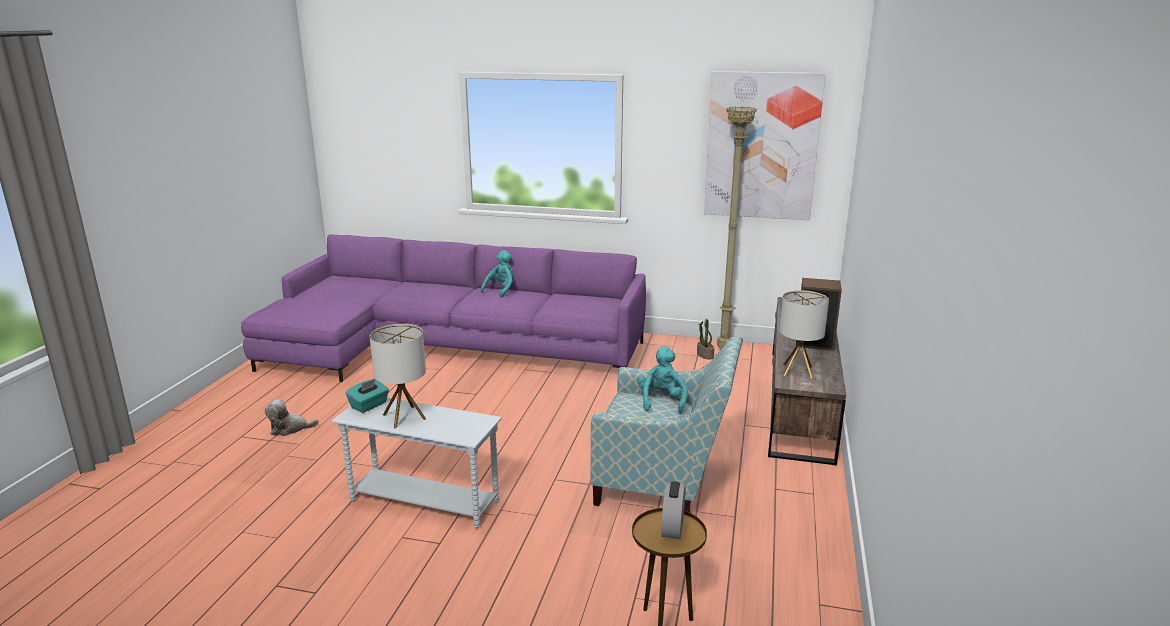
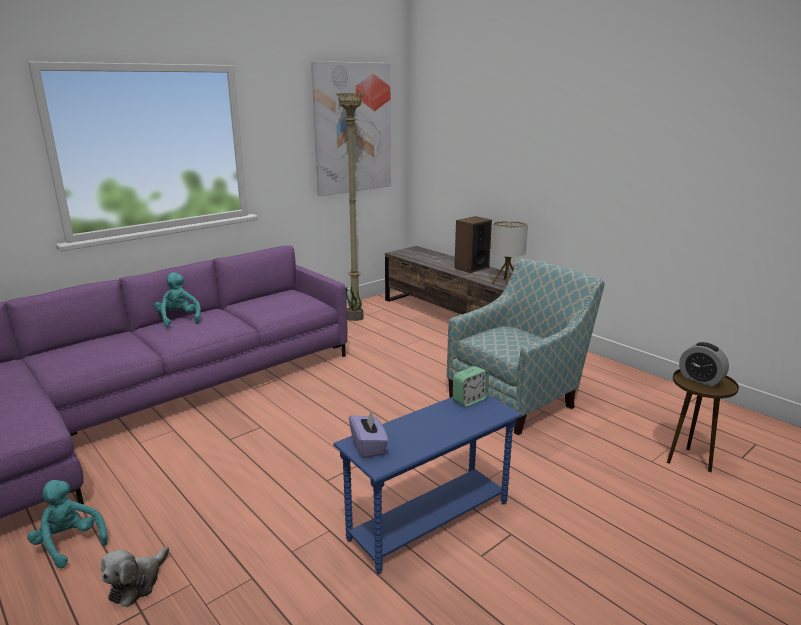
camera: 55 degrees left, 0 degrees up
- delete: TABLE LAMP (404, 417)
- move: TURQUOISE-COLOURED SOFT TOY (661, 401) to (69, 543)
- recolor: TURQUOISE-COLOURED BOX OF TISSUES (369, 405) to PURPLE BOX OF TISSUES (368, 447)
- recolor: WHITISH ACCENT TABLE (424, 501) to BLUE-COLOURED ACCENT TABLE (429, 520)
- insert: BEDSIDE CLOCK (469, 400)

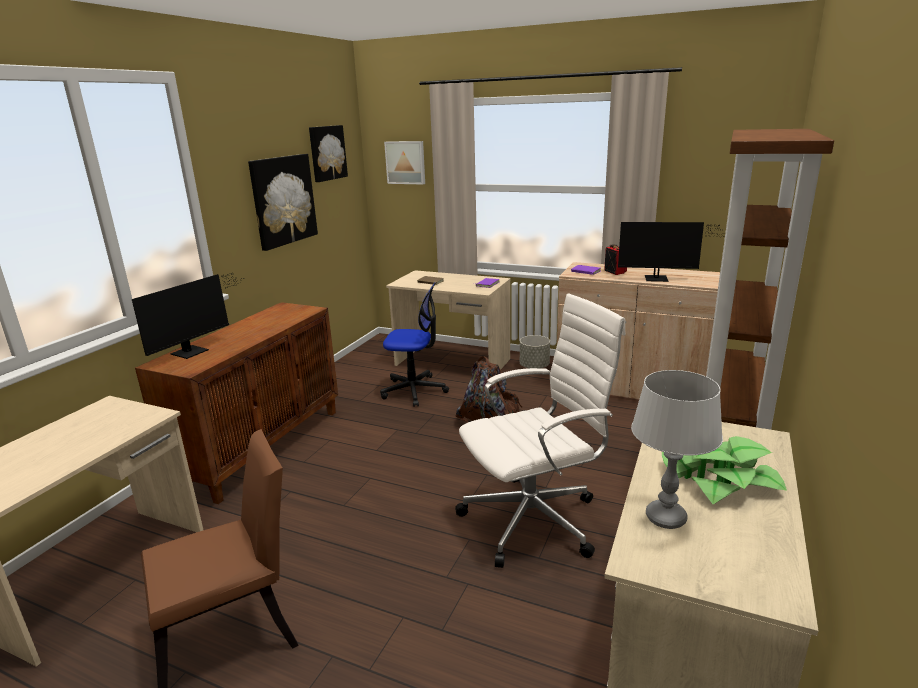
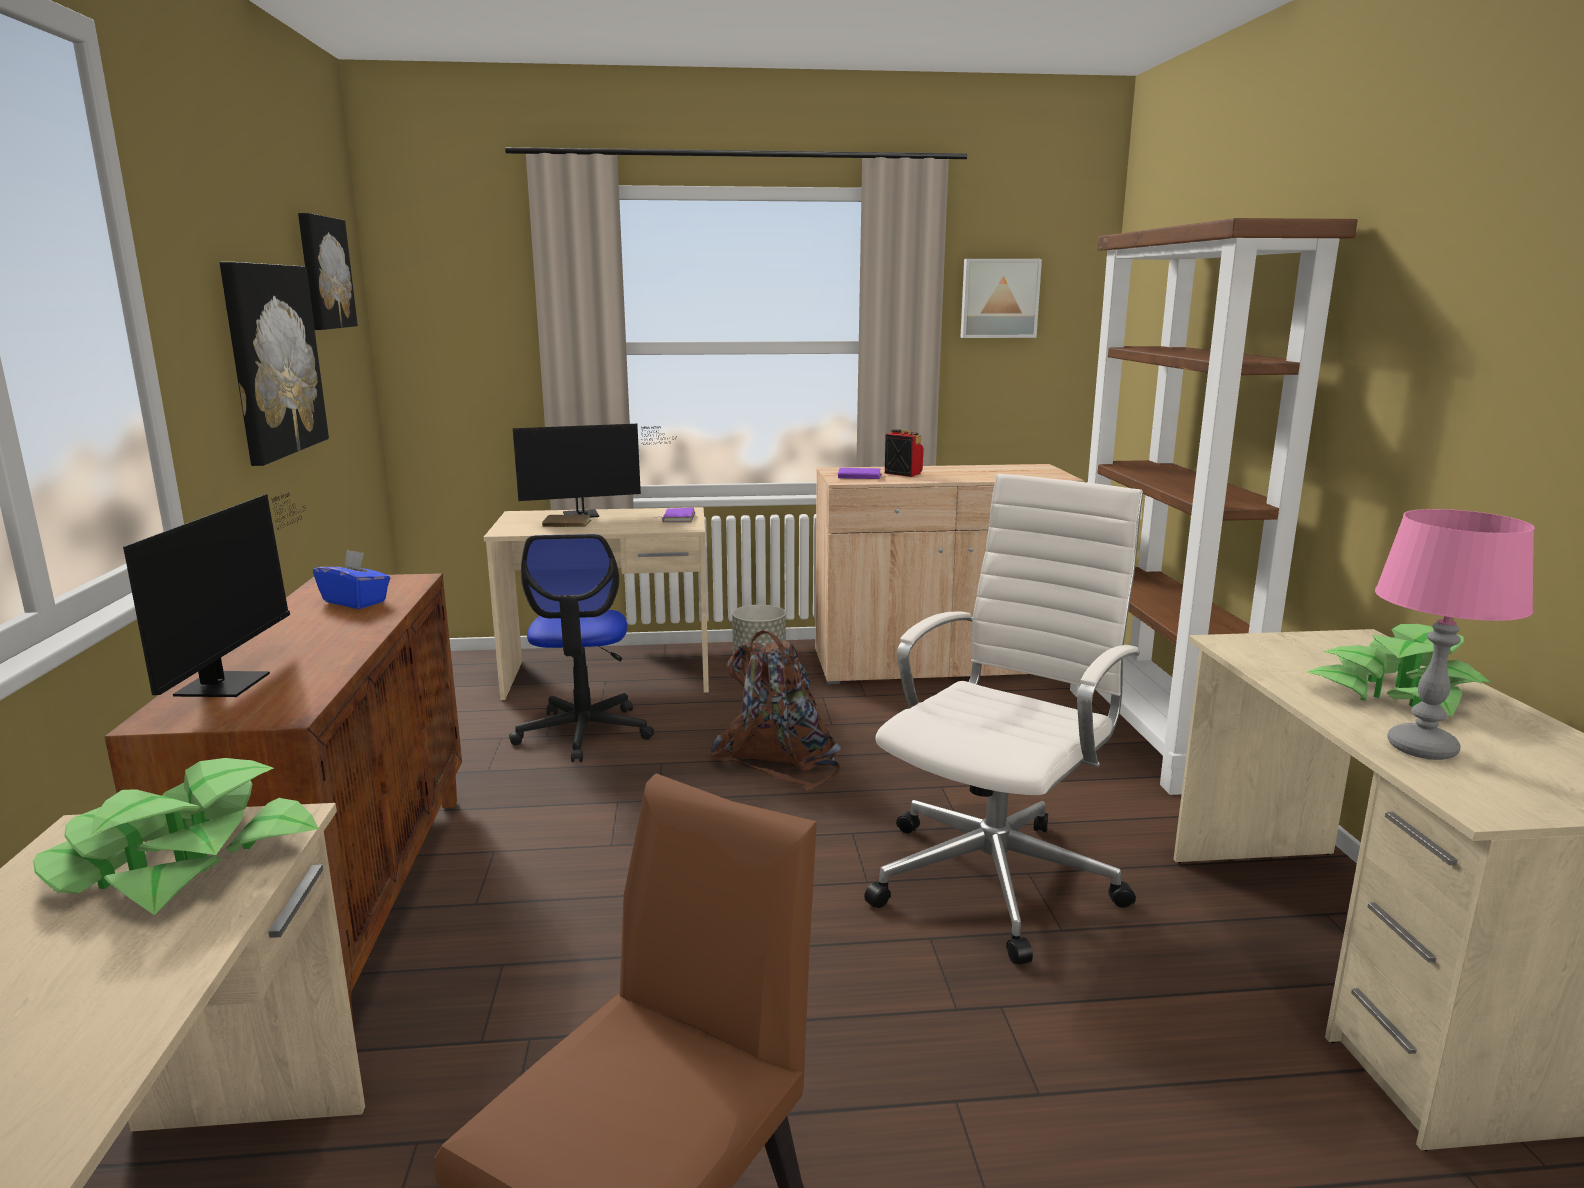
camera: 30 degrees left, 5 degrees down
- move: WALL PICTURE (406, 162) to (999, 298)
- move: COMPUTER DISPLAY (660, 279) to (587, 514)
- rotate: OFFICE CHAIR (414, 390) = (584, 733) 105 degrees clockwise
- recolor: GREY TABLE LAMP (665, 517) to PINK TABLE LAMP (1421, 748)
- insert: BLUE-COLOURED BOX OF TISSUES (355, 602)
- insert: PLANT IN A POT (182, 862)

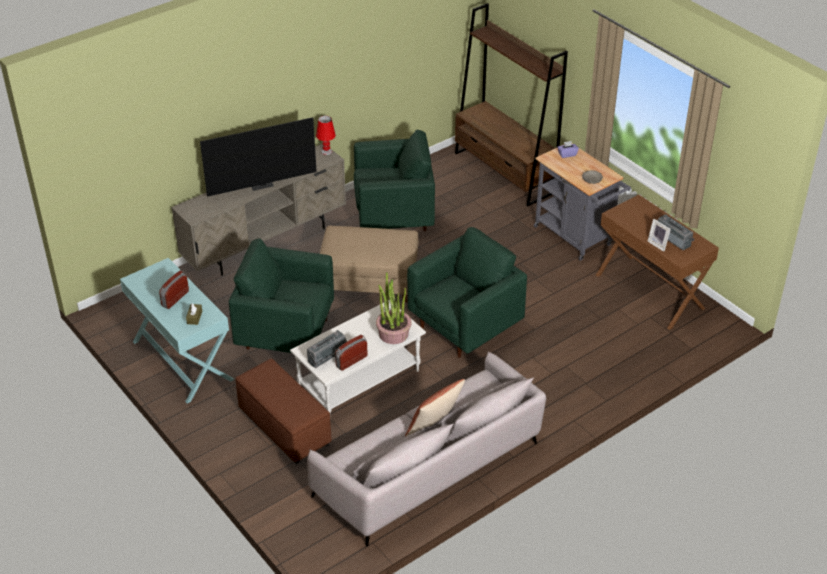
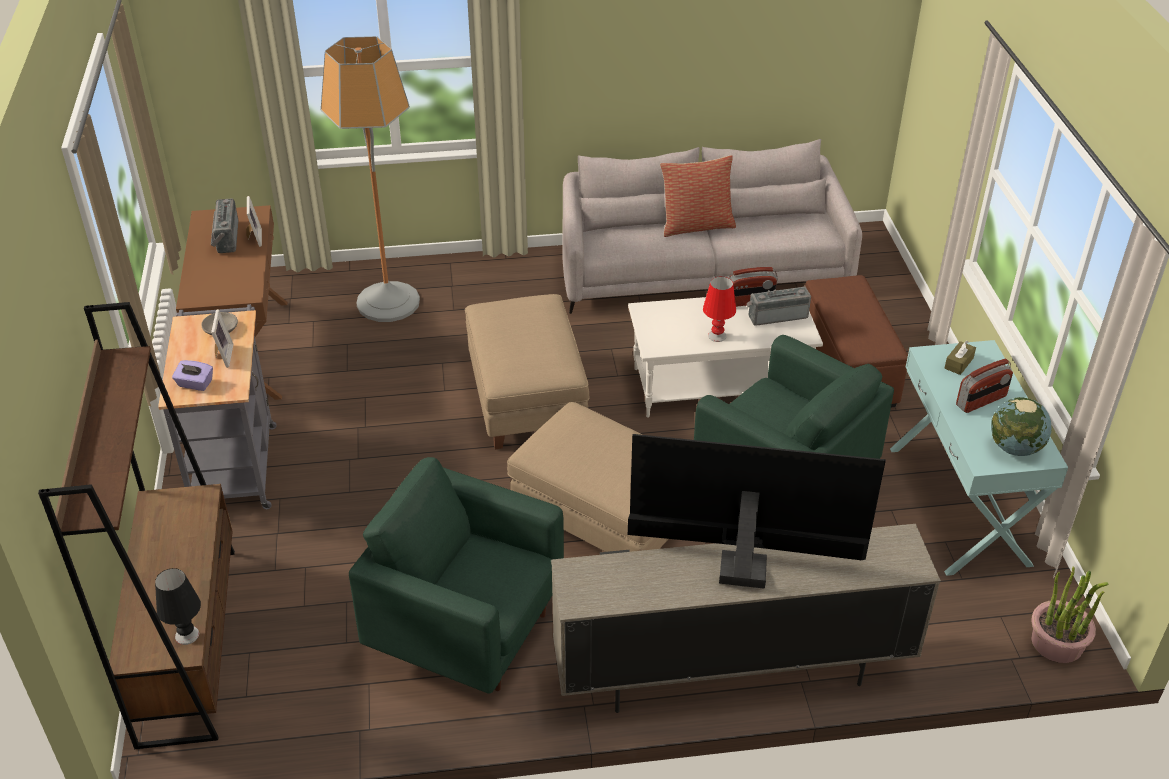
camera: 150 degrees left, 0 degrees up
- move: REDDISH TABLE LAMP (326, 151) to (717, 336)
- replace: GREENISH ARMCHAIR (465, 327) to SAND-COLOURED FOOTREST (526, 399)
- move: PLANT IN A POT (393, 333) to (1057, 643)
- insert: STANDING LAMP (388, 302)
- insert: PHOTO FRAME (222, 356)
- insert: DESK GLOBE (1015, 448)
- insert: BLACK TABLE LAMP (187, 635)

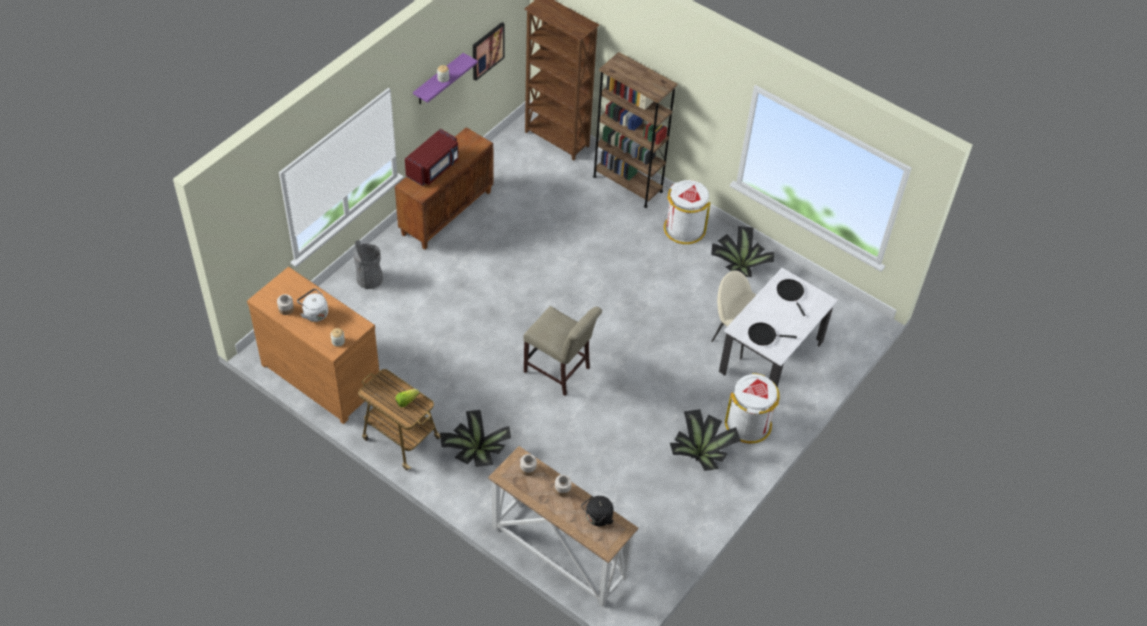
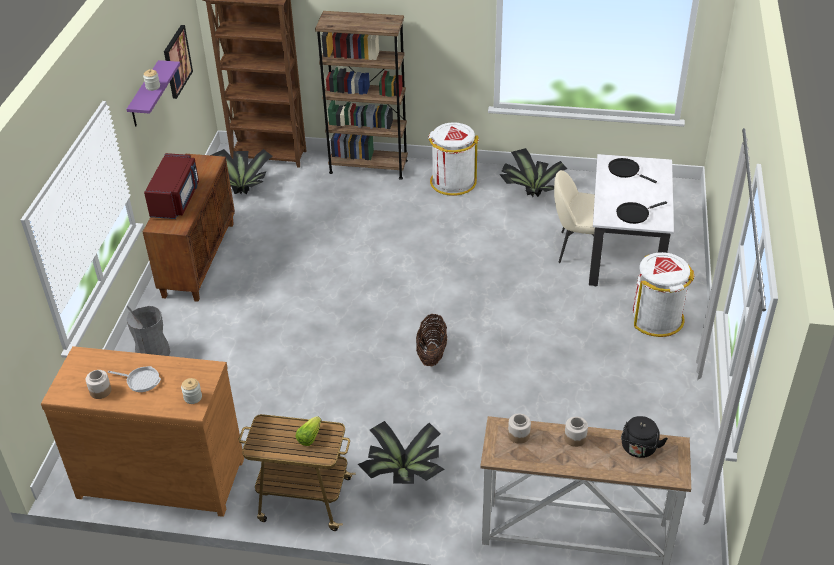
camera: 25 degrees left, 10 degrees down
- replace: WHITISH TEA KETTLE (314, 313) to PAN (141, 380)
- replace: SAND-COLOURED CHAIR (559, 372) to STORAGE BASKET (431, 353)
- move: PLANT IN A POT (701, 453) to (242, 188)

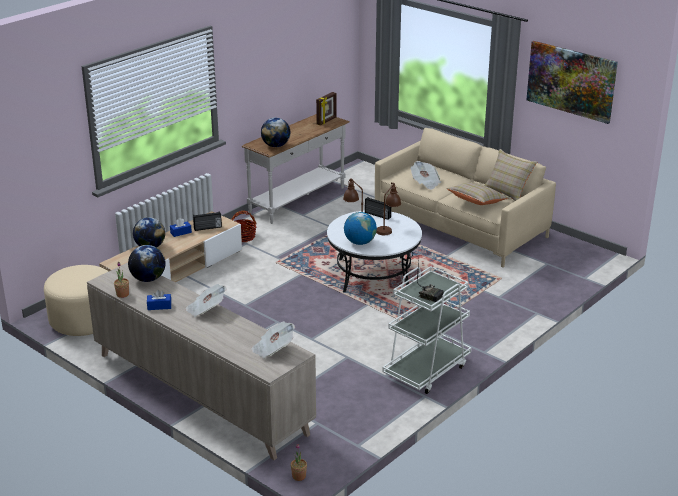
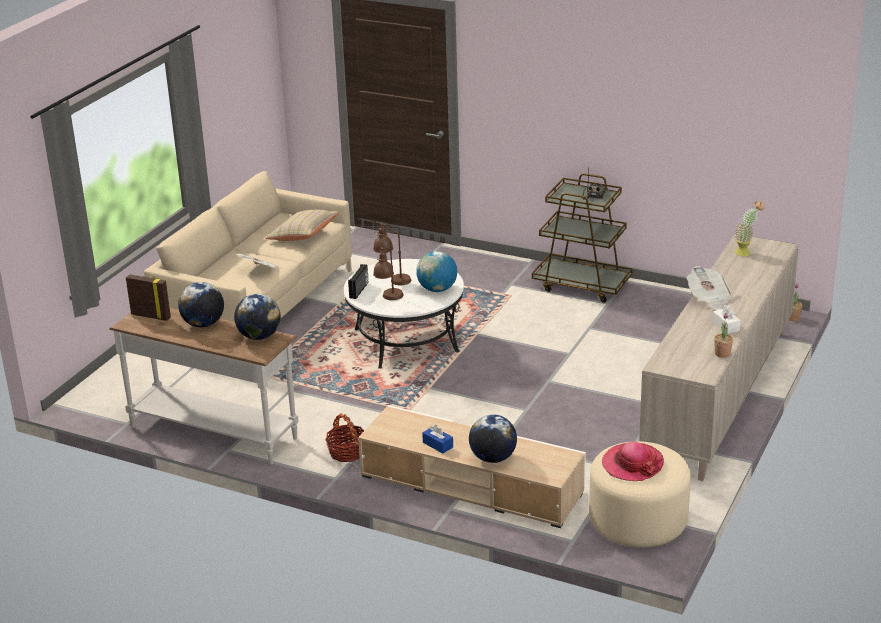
camera: 105 degrees left, 0 degrees up
- delete: WALL PICTURE (571, 81)
- delete: SAND-COLOURED CUSHION (507, 192)
- delete: RADIO RECEIVER (207, 228)
- move: DESK GLOBE (148, 279) to (203, 324)
- recolor: WHITISH TROLLEY (426, 370) to BROWN-COLOURED TROLLEY (582, 285)
- recolor: BLUE-COLOURED BOX OF TISSUES (159, 306) to WHITISH BOX OF TISSUES (726, 326)
- replace: NEWSPAPER (273, 349) to PLANT IN A POT (746, 252)
- insert: WEARABLE HAT (632, 464)

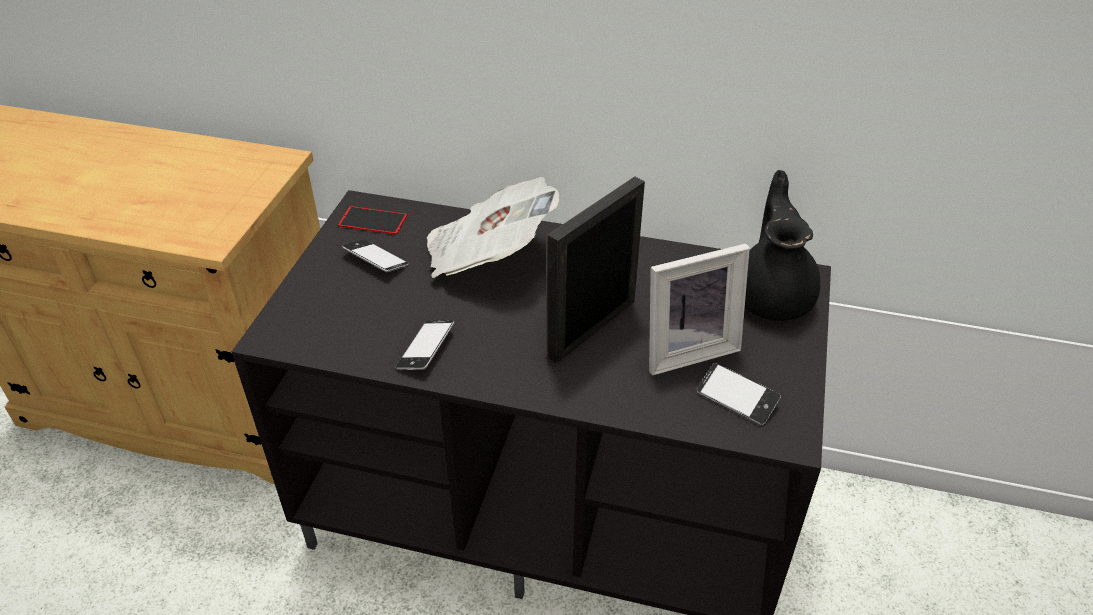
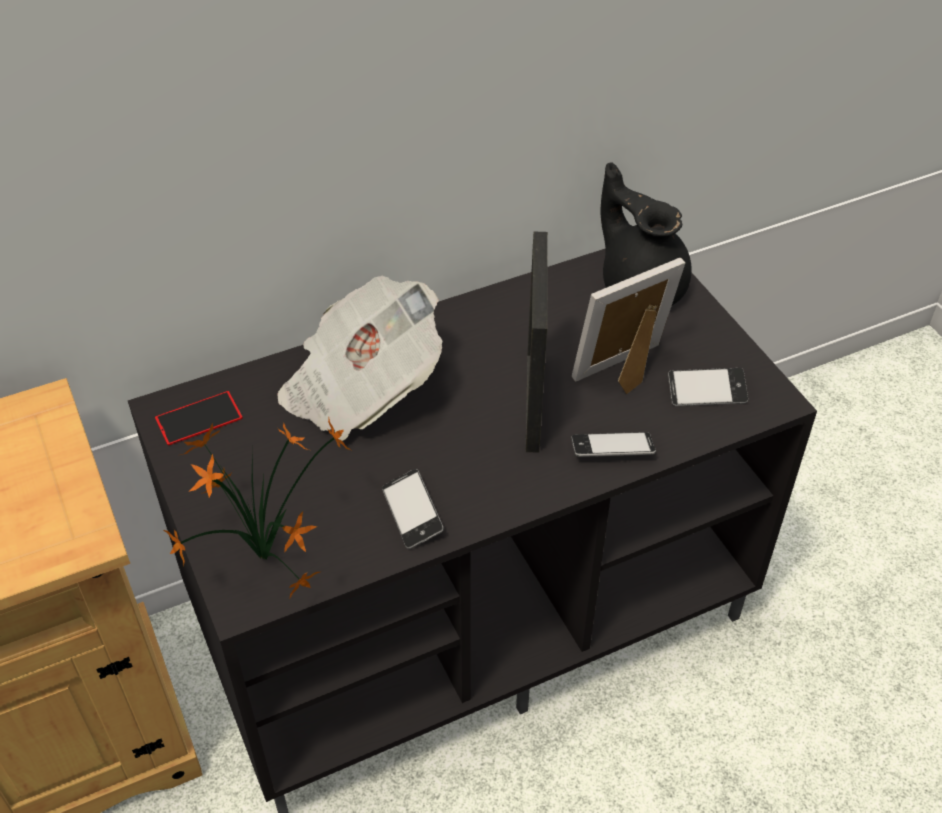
camera: 40 degrees left, 5 degrees up
- move: TELEPHONE (376, 260) to (612, 449)
- rotate: PHOTO FRAME (687, 349) = (626, 373) 150 degrees counterclockwise
- insert: PLANT IN A POT (262, 555)

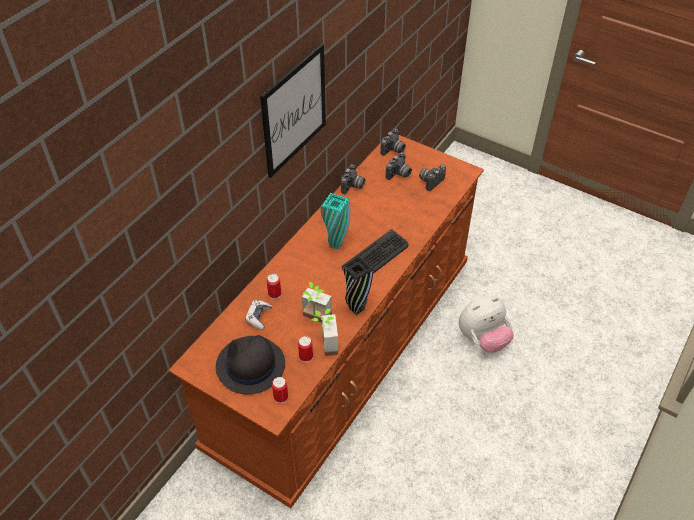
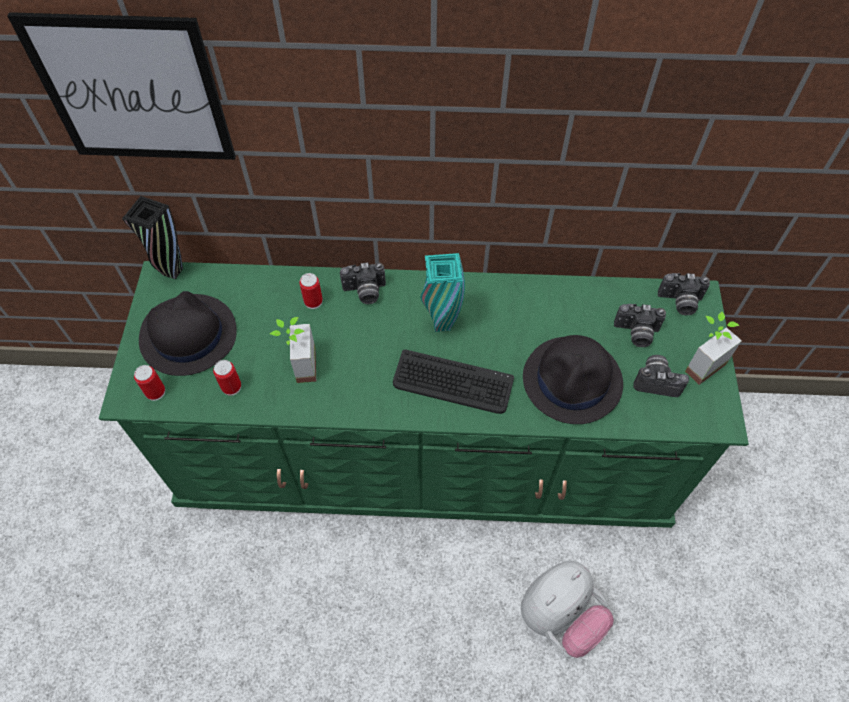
camera: 60 degrees right, 10 degrees up
- move: WALL PICTURE (294, 111) to (132, 90)
- recolor: BROWN-COLOURED DRAWER CHEST (345, 353) to GREENISH DRAWER CHEST (424, 453)
- move: PHOTO CAMERA (353, 186) to (365, 292)
- move: BLACK DECORATIVE VASE (356, 309) to (173, 271)
- rotate: SOFT TOY (482, 339) = (560, 616) 75 degrees counterclockwise
- delete: GAMEPAD (258, 317)
- move: PLANT IN A POT (324, 345) to (699, 362)
- insert: BLACK WEARABLE HAT (573, 381)

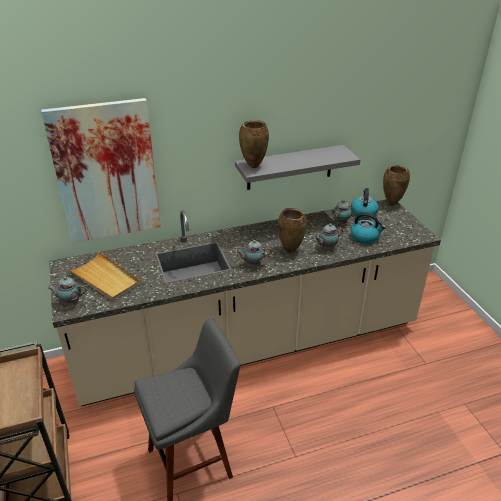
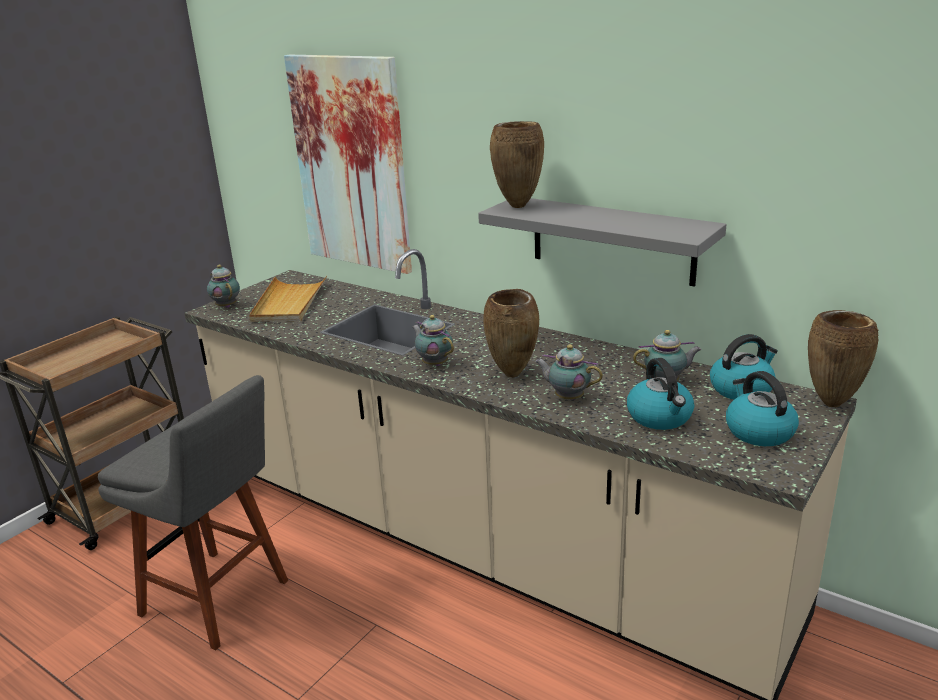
camera: 55 degrees right, 10 degrees down
- insert: TEA KETTLE (758, 431)

